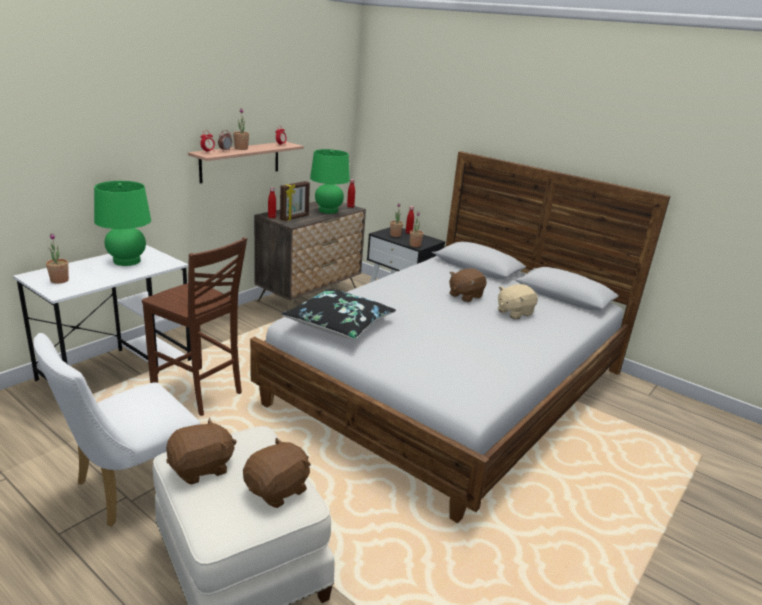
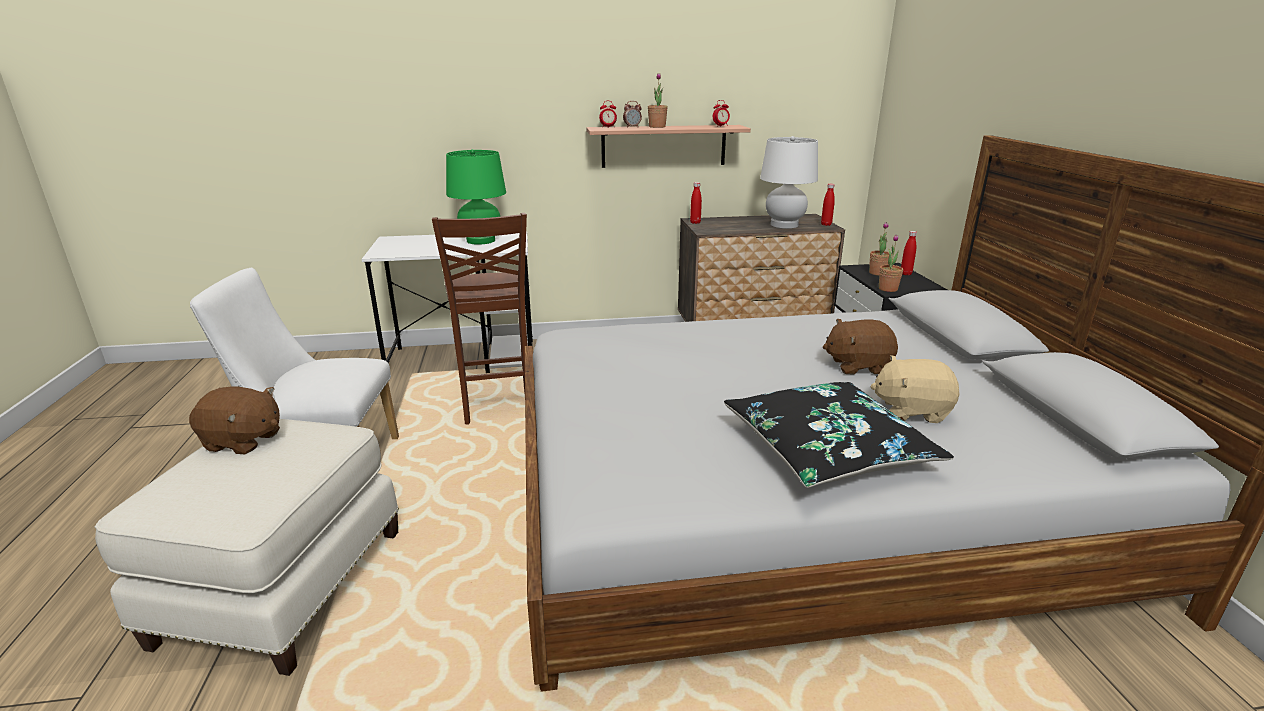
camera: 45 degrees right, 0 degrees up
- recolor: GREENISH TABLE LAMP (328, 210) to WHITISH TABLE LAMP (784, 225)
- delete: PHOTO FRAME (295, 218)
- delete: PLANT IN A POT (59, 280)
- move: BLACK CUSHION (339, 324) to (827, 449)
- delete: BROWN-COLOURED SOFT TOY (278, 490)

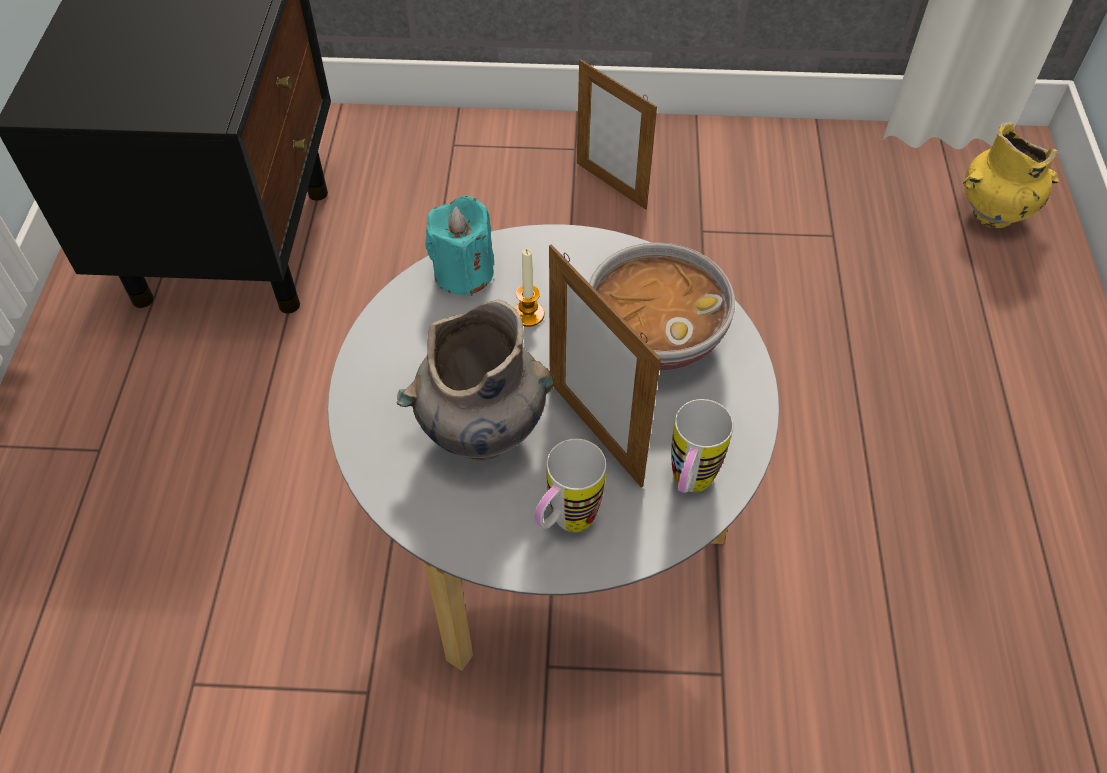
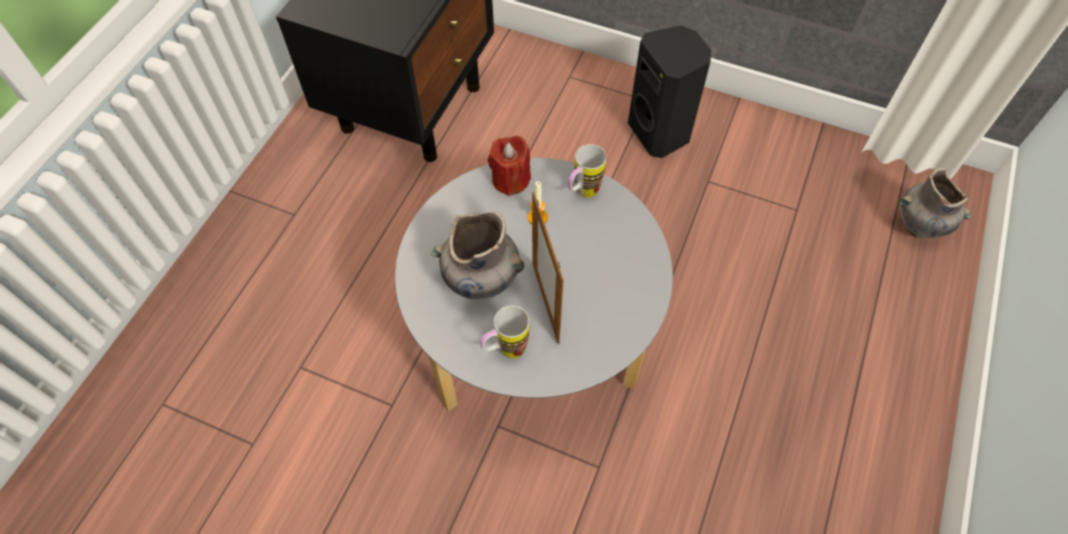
camera: 20 degrees right, 5 degrees up
- replace: PHOTO FRAME (611, 185) to BLACK AUDIO SPEAKER (661, 132)
- recolor: YELLOW DECORATIVE VASE (994, 213) to GREY DECORATIVE VASE (919, 226)
- recolor: TURQUOISE-COLOURED CANDLE (464, 273) to REDDISH CANDLE (510, 180)
- delete: DEEP DISH (654, 335)
- move: COFFEE MUG (688, 486) to (582, 193)

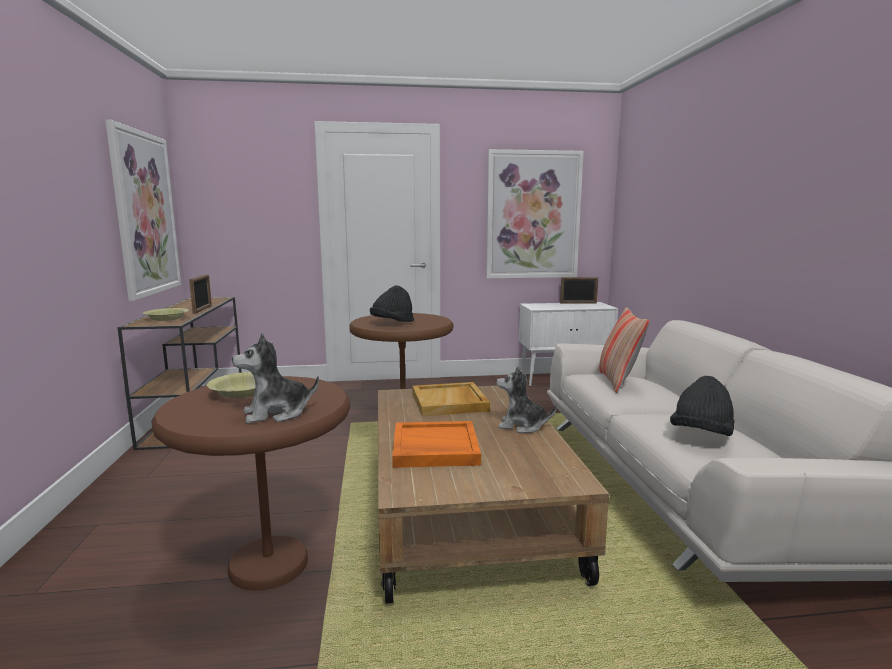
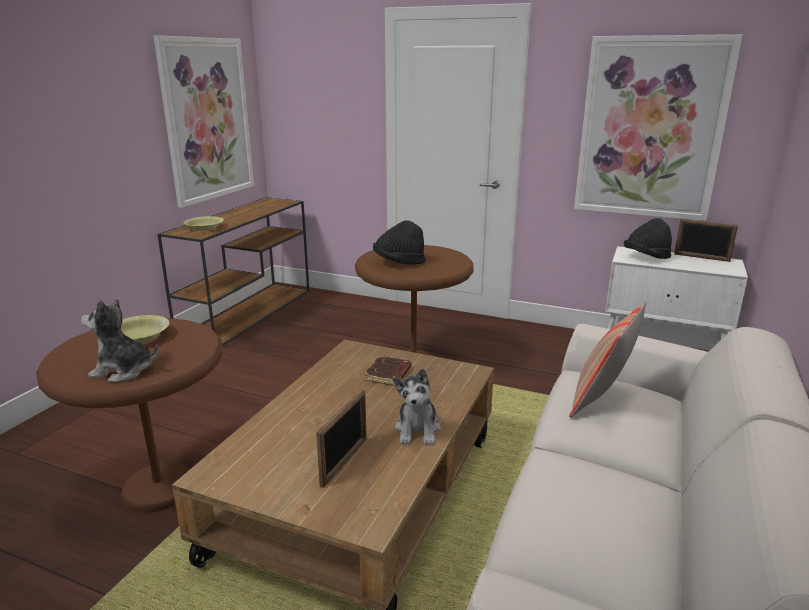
camera: 30 degrees right, 10 degrees up
- move: PHOTO FRAME (202, 309) to (344, 462)
- rotate: SOFT TOY (522, 426) = (417, 429) 135 degrees counterclockwise
- move: BLACK WEARABLE HAT (701, 435) to (646, 257)
- replace: SAND-COLOURED CARRYING TRAY (450, 402) to BROWN-COLOURED BOOK (389, 375)
- delete: ORANGE-COLOURED CARRYING TRAY (434, 448)

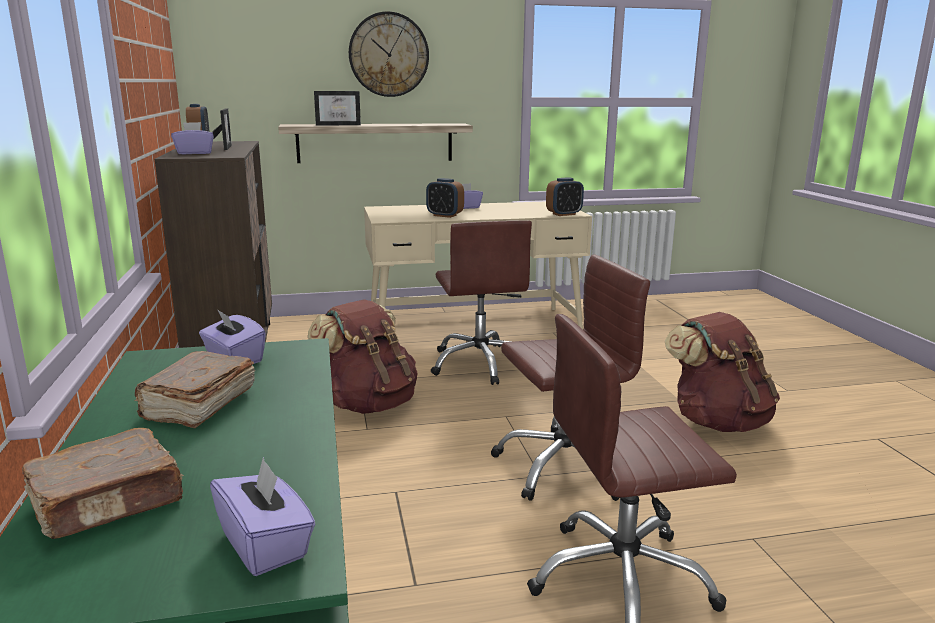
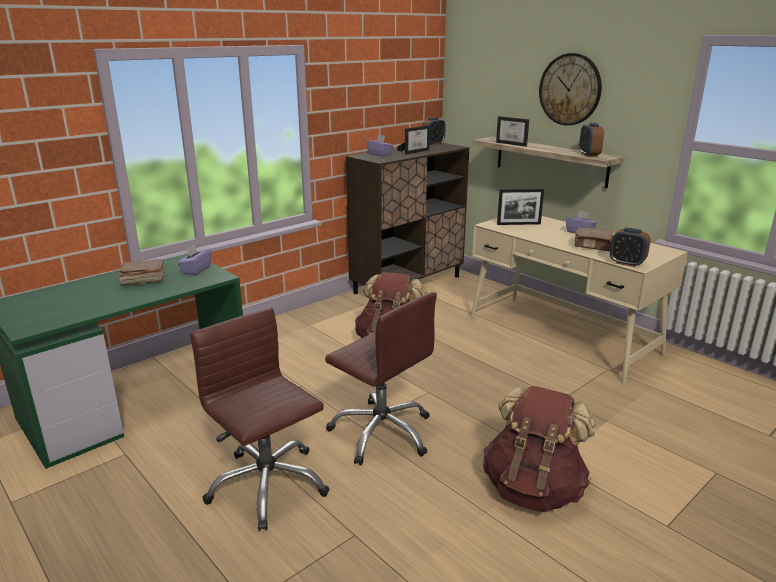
camera: 60 degrees right, 5 degrees up
- move: BEDSIDE CLOCK (445, 215) to (589, 155)
- delete: BROWN-COLOURED OFFICE CHAIR (480, 364)
- move: BROWN-COLOURED BOOK (110, 503) to (593, 246)
- delete: PURPLE BOX OF TISSUES (265, 544)
- insert: PHOTO FRAME (518, 224)

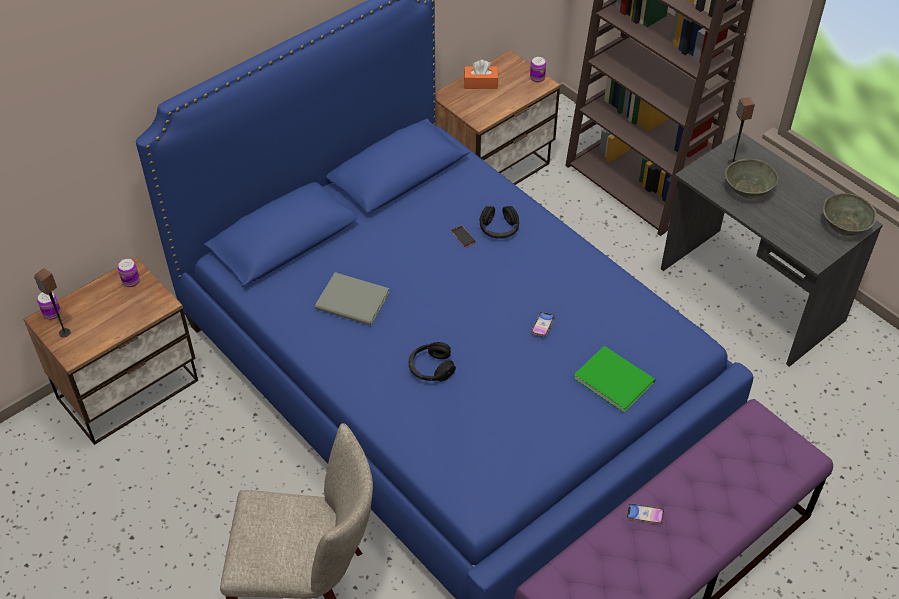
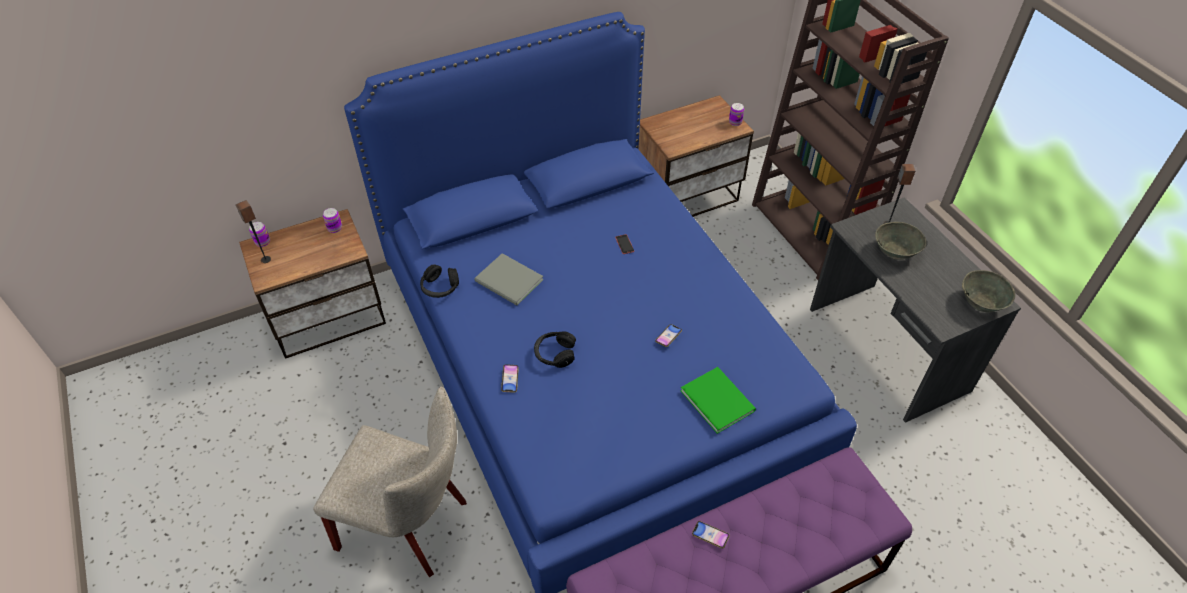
camera: 15 degrees right, 0 degrees up
- delete: ORANGE-COLOURED BOX OF TISSUES (480, 83)
- move: BLACK HEADPHONES (499, 228) to (440, 287)
- insert: TELEPHONE (510, 379)

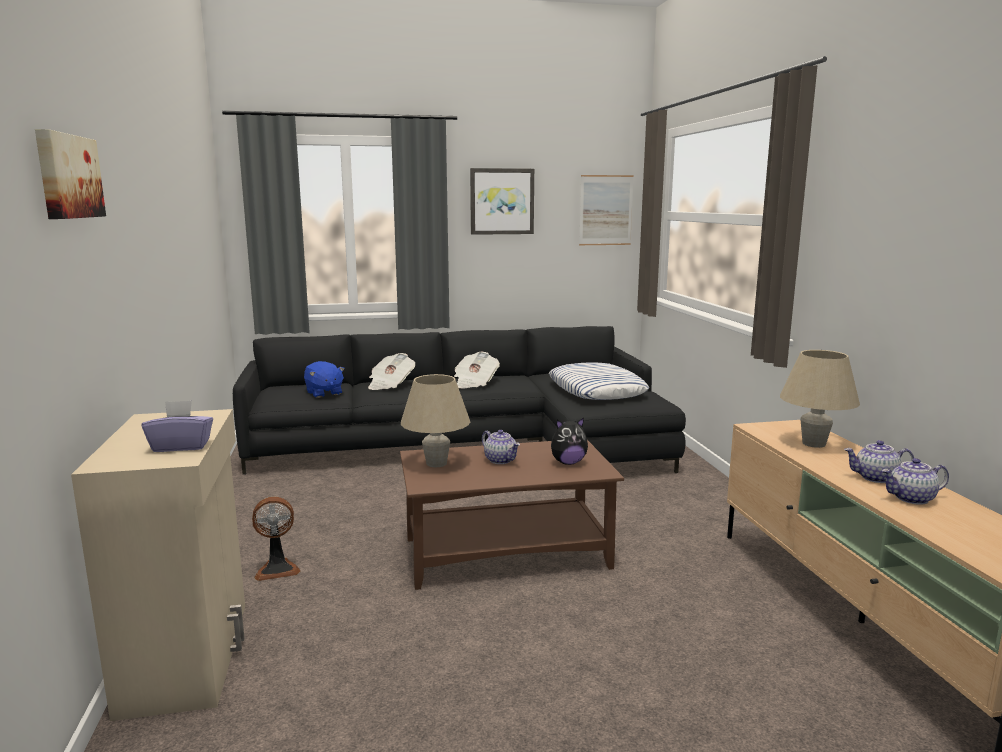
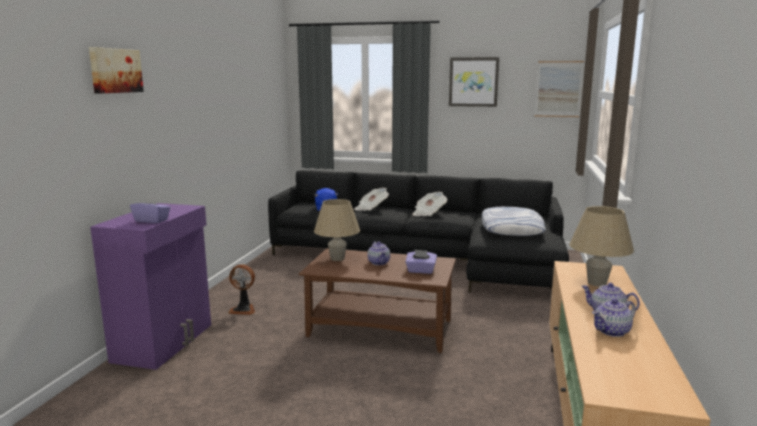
camera: 25 degrees right, 0 degrees up
- recolor: SAND-COLOURED CABINET (189, 655) to PURPLE CABINET (165, 342)
- replace: SOFT TOY (568, 462) to PURPLE BOX OF TISSUES (420, 271)
- rotate: TEA POT (911, 498) = (612, 331) 45 degrees counterclockwise

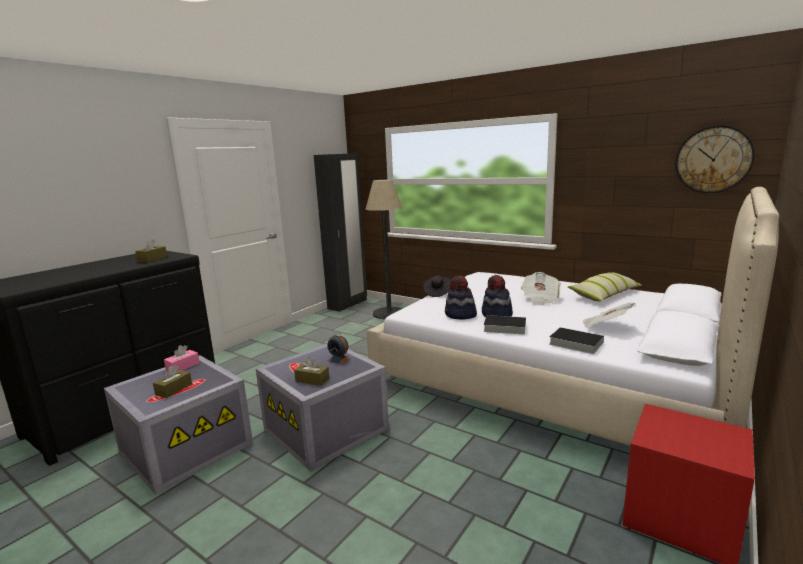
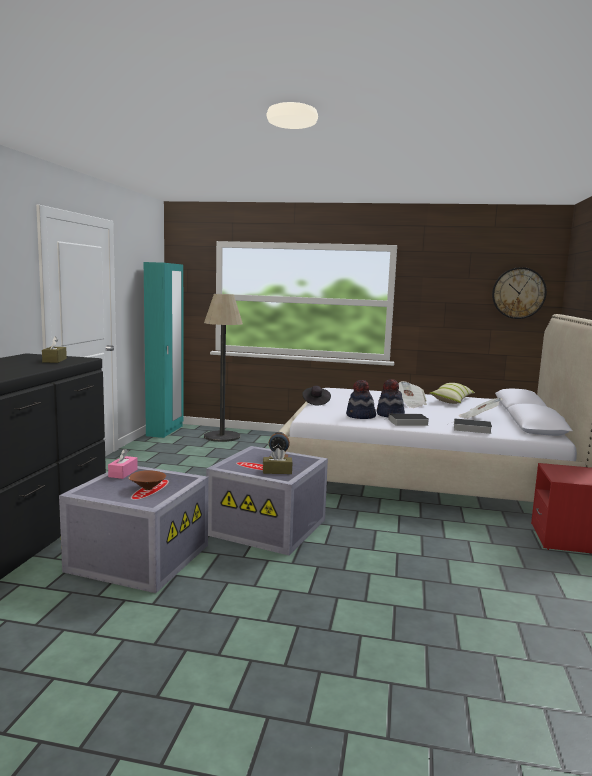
camera: 25 degrees left, 5 degrees down
- recolor: BLACK CLOTHES CUPBOARD (348, 304) to TURQUOISE-COLOURED CLOTHES CUPBOARD (165, 431)
- replace: BROWN-COLOURED BOX OF TISSUES (174, 389) to BROWN-COLOURED DEEP DISH (147, 489)

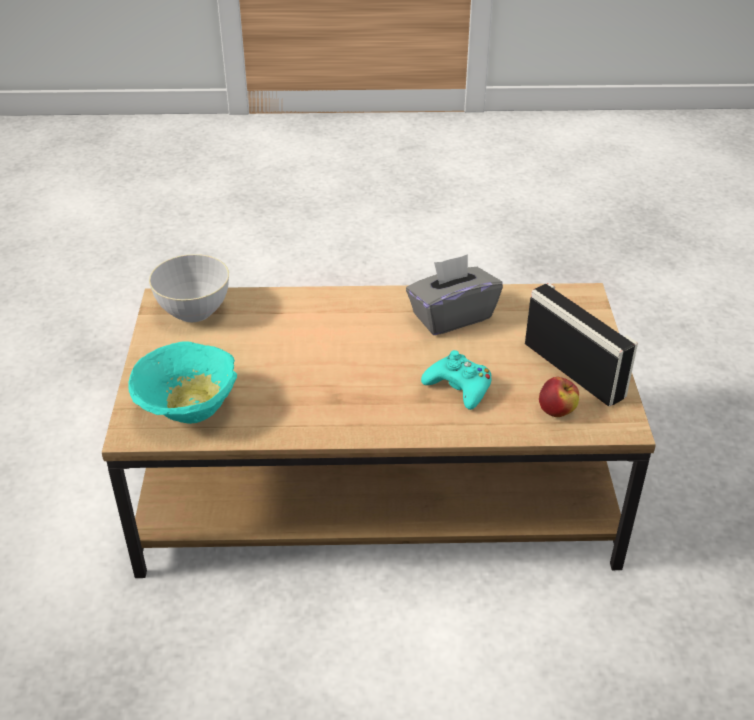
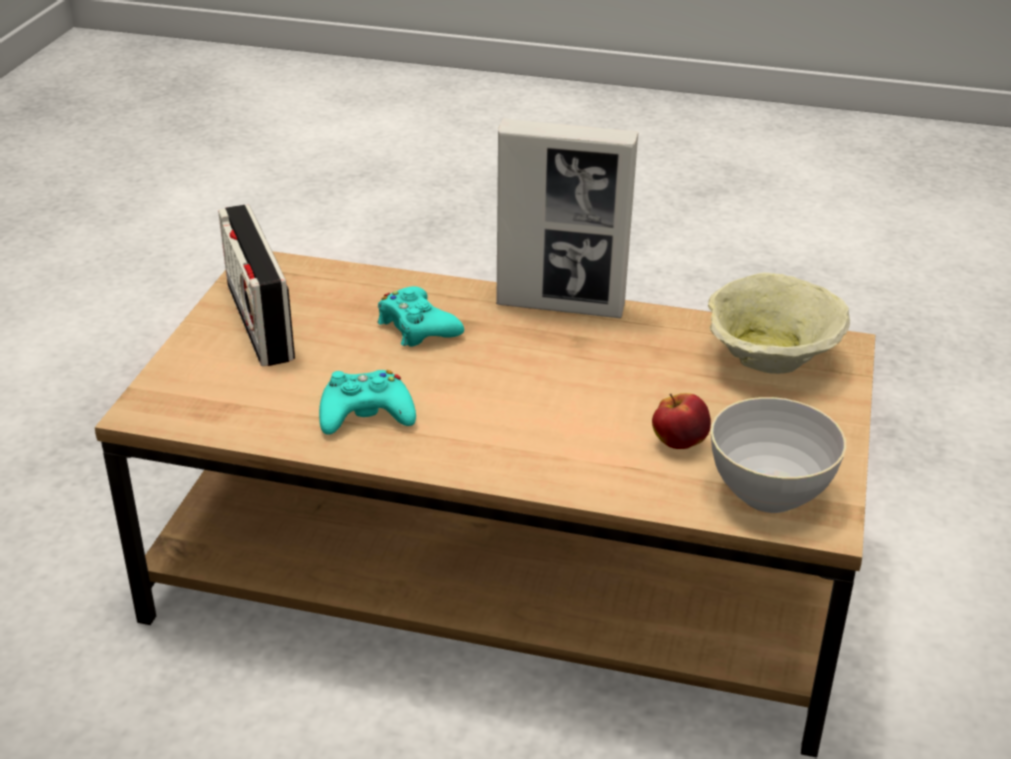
camera: 165 degrees left, 5 degrees down
- replace: GREY BOX OF TISSUES (451, 316) to TURQUOISE-COLOURED GAMEPAD (366, 414)
- recolor: TURQUOISE-COLOURED DEEP DISH (189, 406) to SAND-COLOURED DEEP DISH (770, 361)
- move: WHOLE APPLE (557, 411) to (679, 443)
- insert: PHOTO FRAME (561, 306)

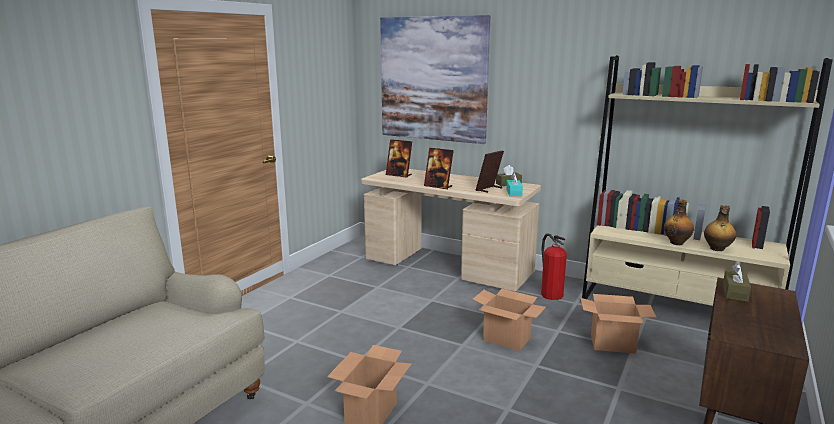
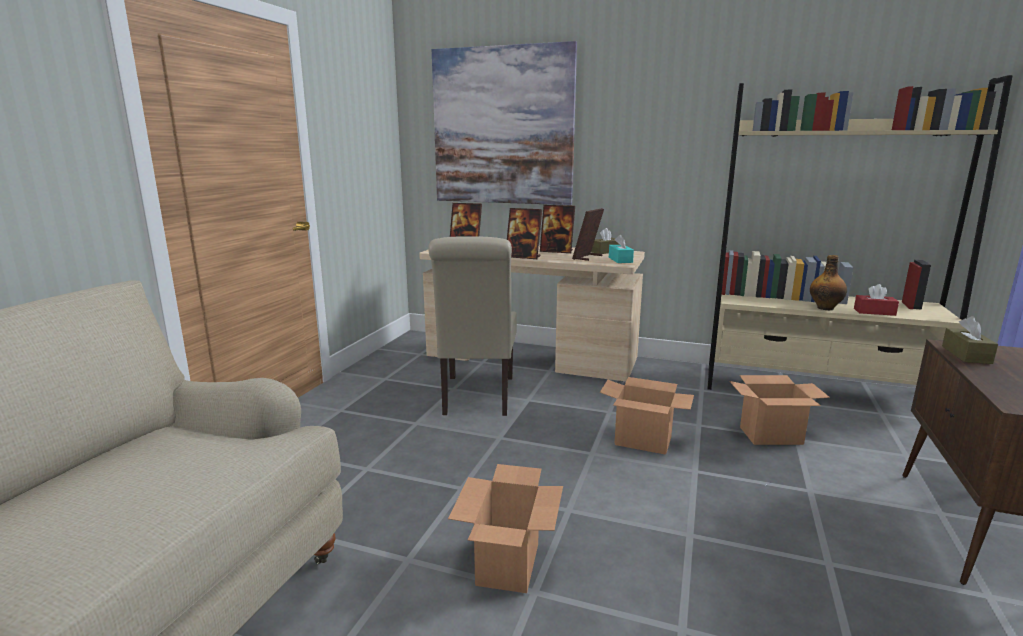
camera: 10 degrees left, 0 degrees up
- replace: BEVERAGE BOTTLE (717, 249) to REDDISH BOX OF TISSUES (874, 312)
- delete: EXTINGUISHER (550, 294)
- insert: PHOTO FRAME (556, 251)
- insert: SAND-COLOURED CHAIR (477, 398)

